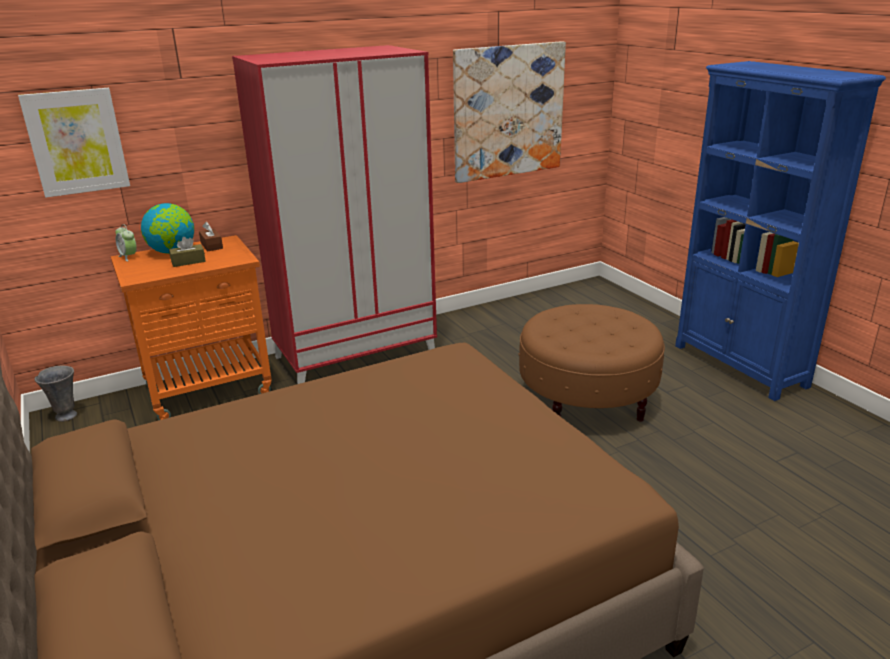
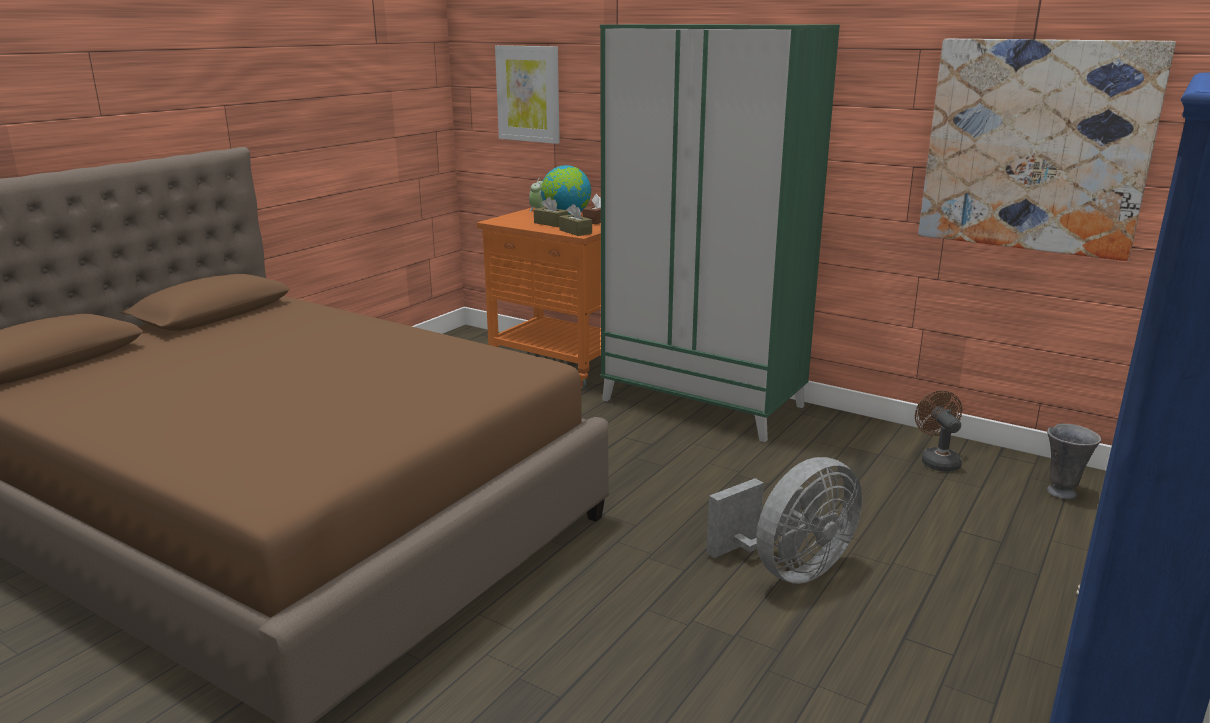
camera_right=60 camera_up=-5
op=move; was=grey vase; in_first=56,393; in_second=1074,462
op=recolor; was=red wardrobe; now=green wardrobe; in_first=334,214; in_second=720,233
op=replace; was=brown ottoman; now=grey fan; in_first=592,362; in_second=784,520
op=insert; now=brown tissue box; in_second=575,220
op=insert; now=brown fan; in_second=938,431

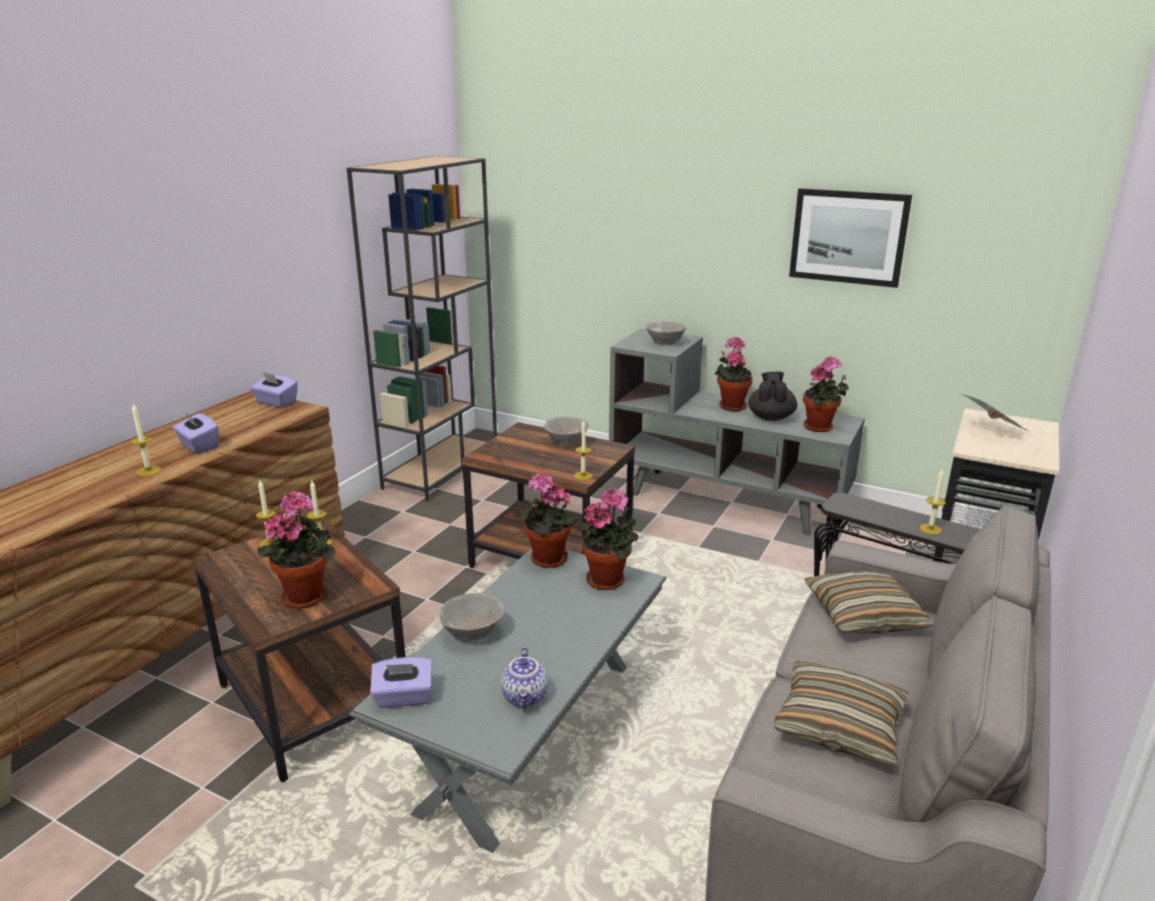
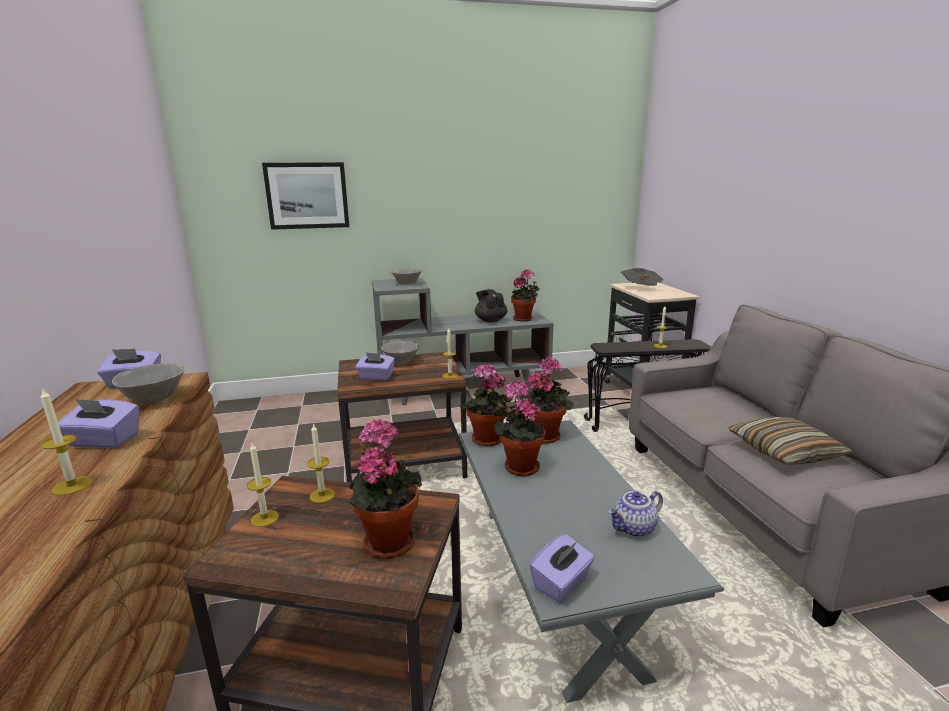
camera_right=-40 camera_up=-5
op=delete; was=bookcase; in_first=422,329
op=move; was=grey bowl; in_first=471,617; in_second=148,383
op=rotate; was=teapot; in_first=524,678; in_second=635,514; clockwise=105
op=move; was=potted plant; in_first=734,374; in_second=519,428
op=move; was=picture; in_first=850,238; in_second=305,196
op=delete; was=pillow; in_first=869,602
op=insert; now=purple tissue box; in_second=375,366

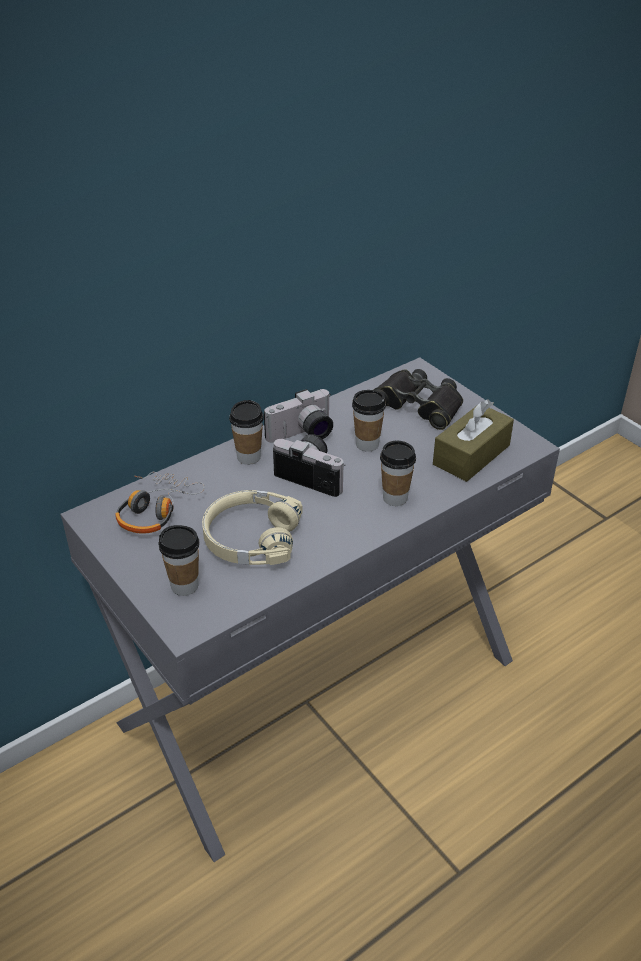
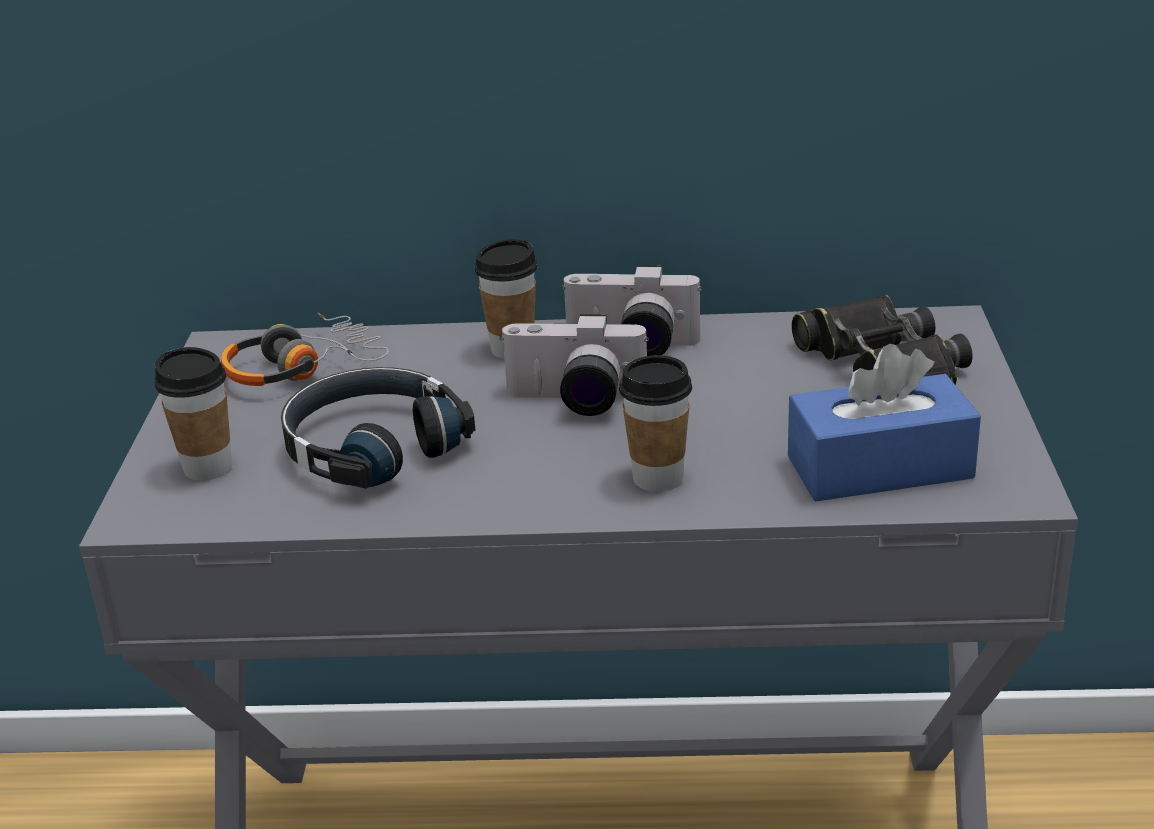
camera_right=40 camera_up=-10
op=recolor; was=beige headphones; now=black headphones; in_first=252,527; in_second=378,428
op=rotate; was=photo camera; in_first=309,465; in_second=574,365; clockwise=120
op=delete; was=cup; in_first=369,421
op=recolor; was=brown tissue box; now=blue tissue box; in_first=473,440; in_second=884,422

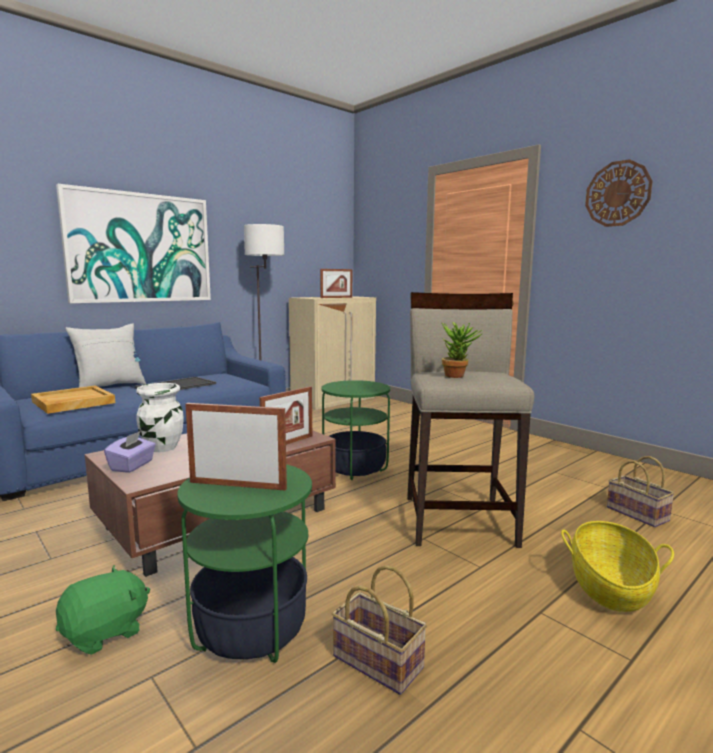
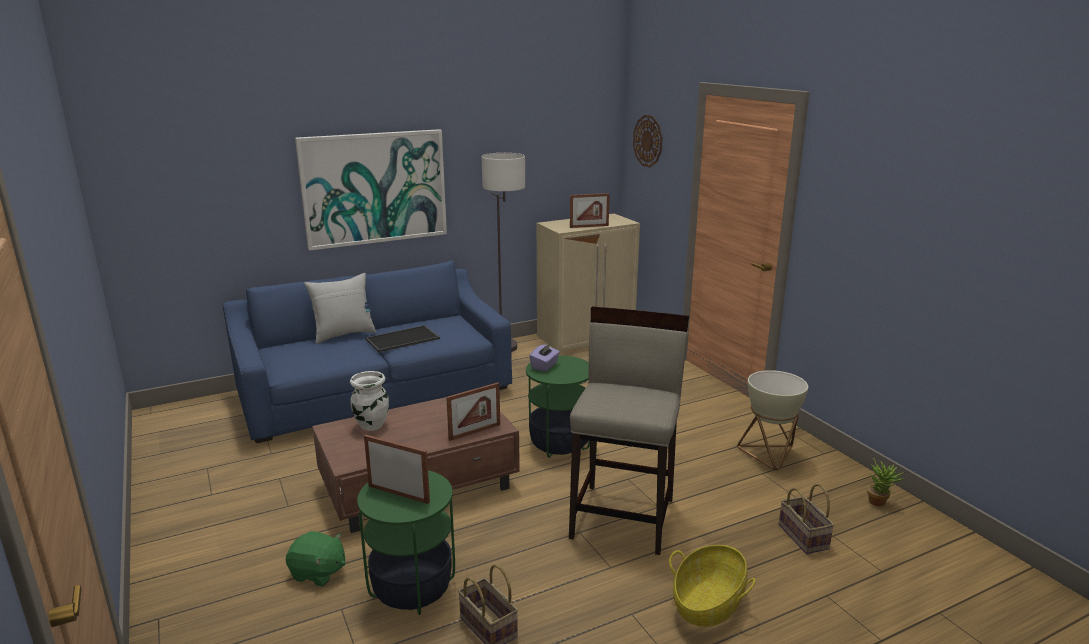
camera_right=15 camera_up=10
op=delete; was=beige tray; in_first=73,400
op=rotate; was=green plush toy; in_first=103,610; in_second=315,559; clockwise=45
op=move; was=purple tissue box; in_first=130,452; in_second=544,357
op=move; was=potted plant; in_first=462,350; in_second=886,482
op=move; was=wall clock; in_first=619,193; in_second=647,141
op=insert; now=planter; in_second=772,420

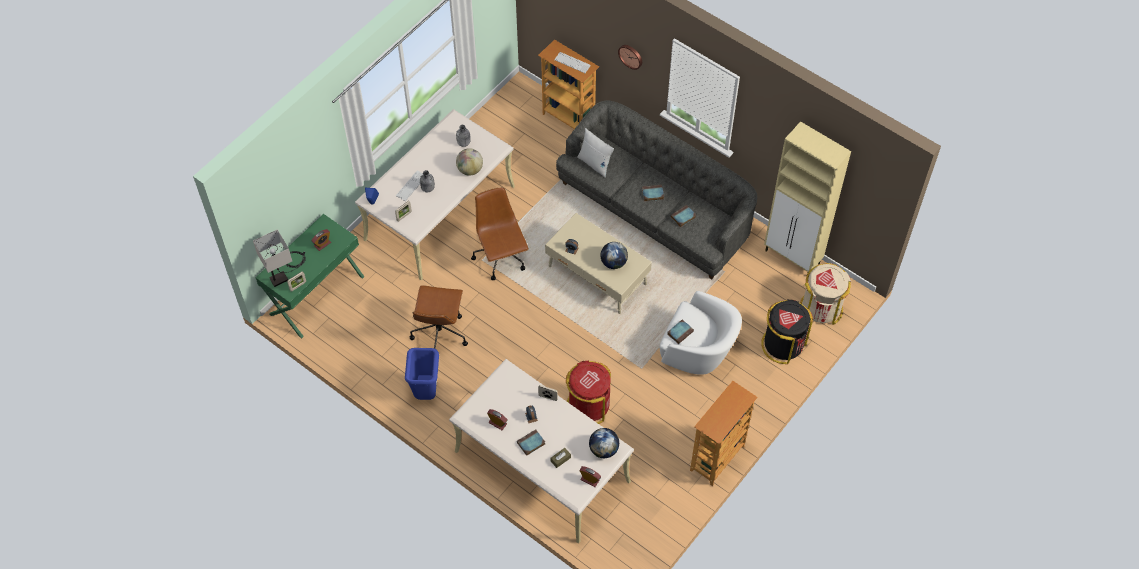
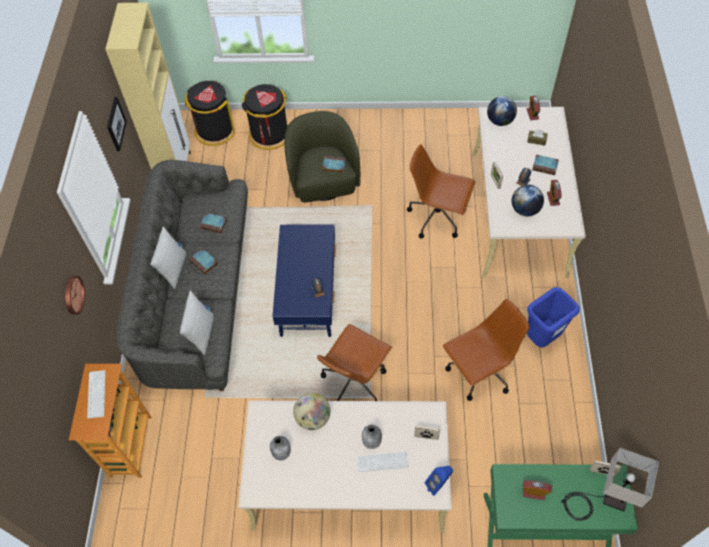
camera_right=-125 camera_up=0
op=recolor; was=beige coffee table; now=blue coffee table; in_first=598,263; in_second=304,281
op=replace; was=red trash can; now=brown office chair; in_first=588,392; in_second=441,191
op=move; was=globe; in_first=614,255; in_second=528,200
op=recolor; was=white armchair; now=green armchair; in_first=701,333; in_second=322,157
op=delete; was=bookcase; in_first=724,433
op=recolor; was=beige trash can; now=black trash can; in_first=825,294; in_second=209,113
op=insert; now=picture; in_second=117,124
op=insert; now=grey pillow; in_second=168,258

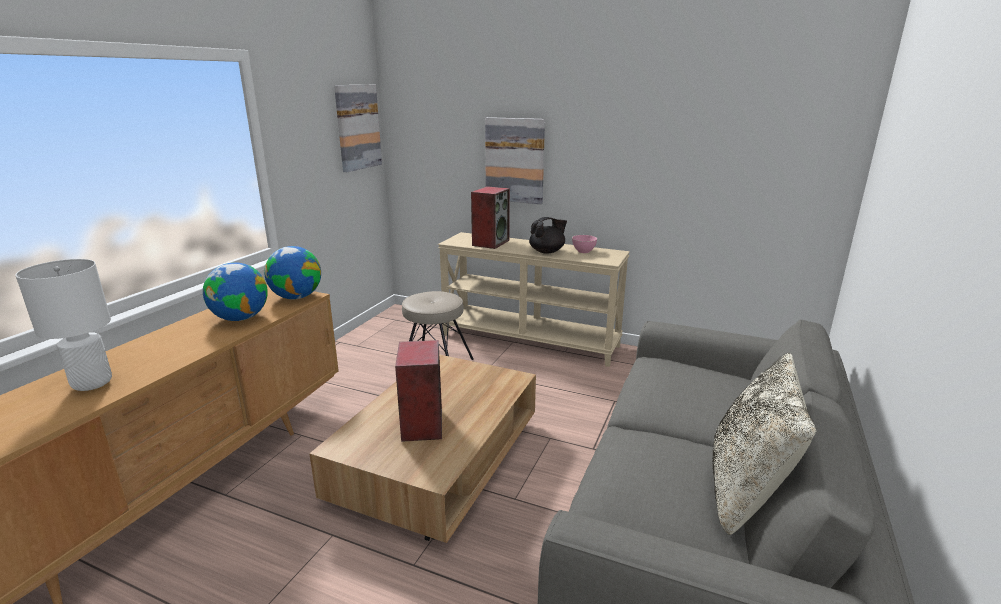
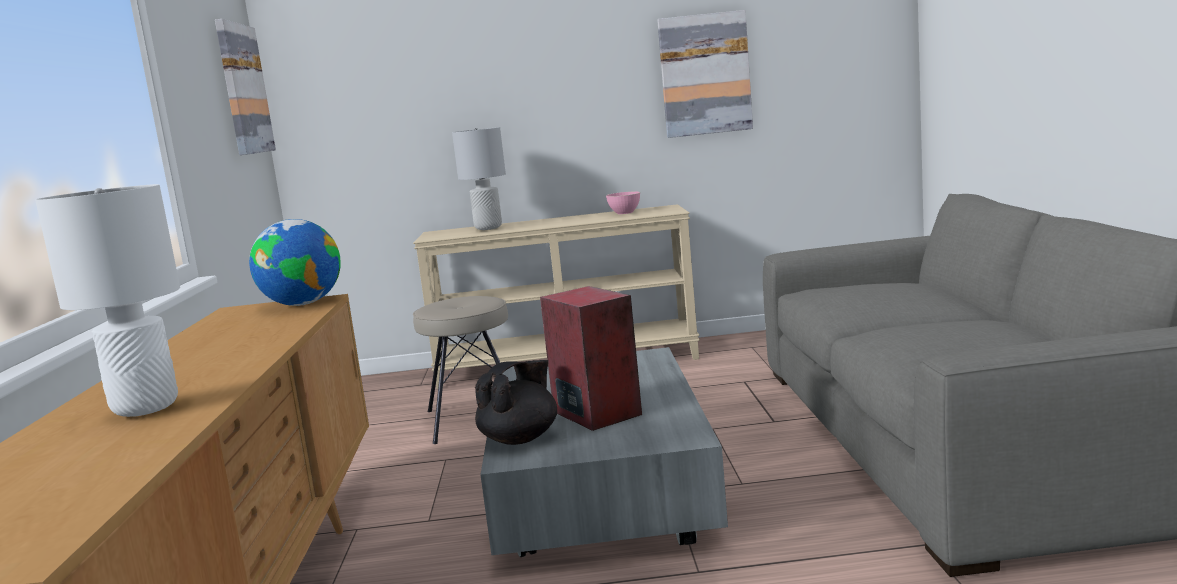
camera_right=-25 camera_up=-10
op=delete; was=globe; in_first=235,291
op=recolor; was=brown coffee table; now=grey coffee table; in_first=422,448; in_second=604,452
op=replace; was=speaker; now=grey table lamp; in_first=490,217; in_second=479,178
op=move; was=picture; in_first=515,160; in_second=705,74
op=move; was=black teapot; in_first=548,235; in_second=516,402
op=delete; was=beige pillow; in_first=764,444

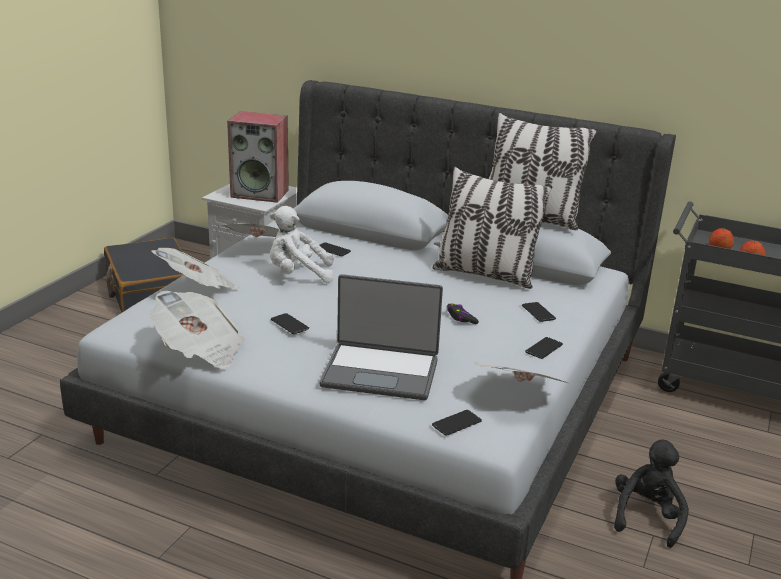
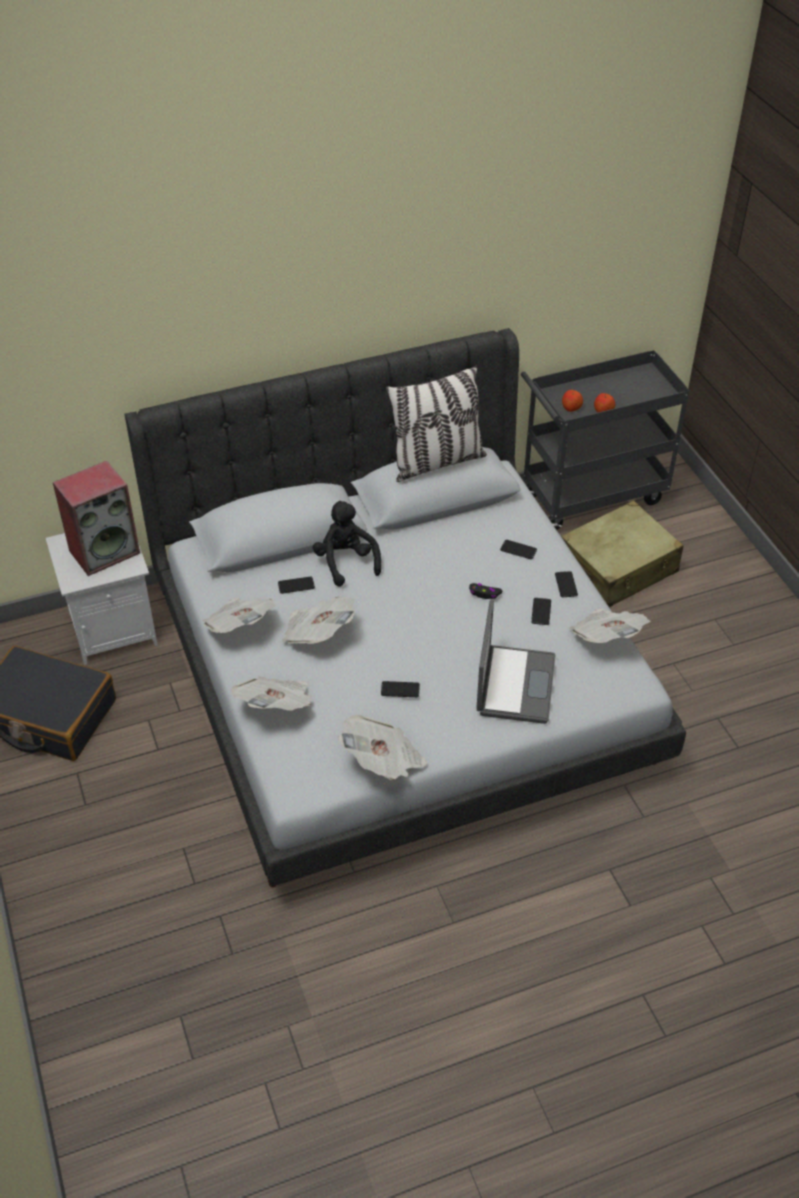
camera_right=-45 camera_up=20
op=replace; was=white plush toy; now=newspaper; in_first=302,244; in_second=318,620
op=rotate; was=laptop; in_first=381,337; in_second=515,662; clockwise=-45
op=delete; was=pillow; in_first=492,228
op=move; was=phone; in_first=457,423; in_second=541,611
op=move; was=black plush toy; in_first=651,493; in_second=347,544
op=insert; now=beige suitcase; in_second=622,553

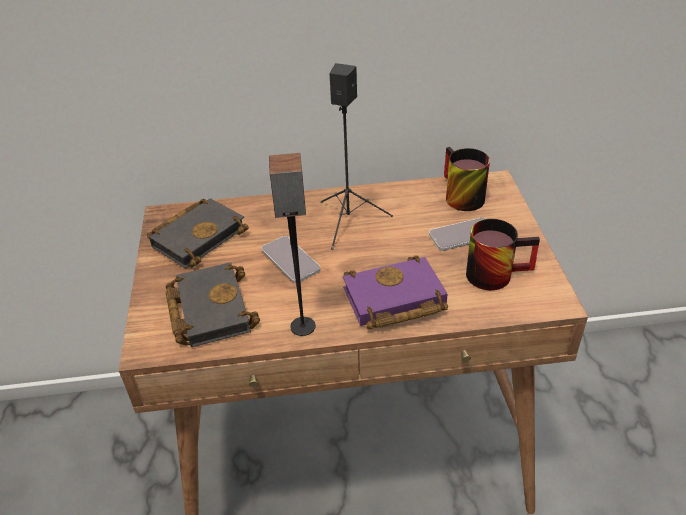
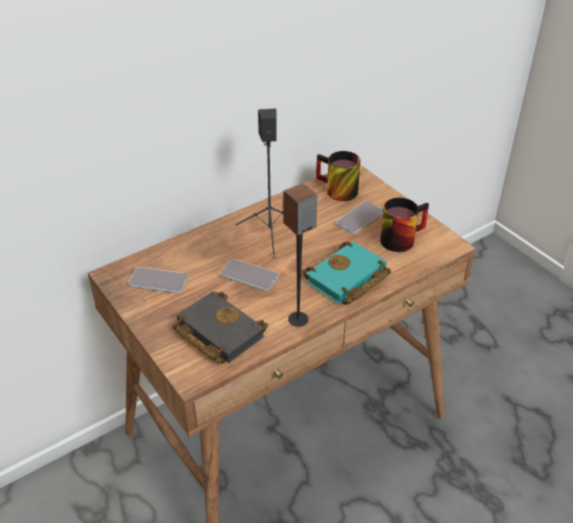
camera_right=-30 camera_up=0
op=replace; was=black book; now=phone; in_first=198,233; in_second=158,280
op=recolor; was=purple book; now=turquoise book; in_first=395,292; in_second=346,273

